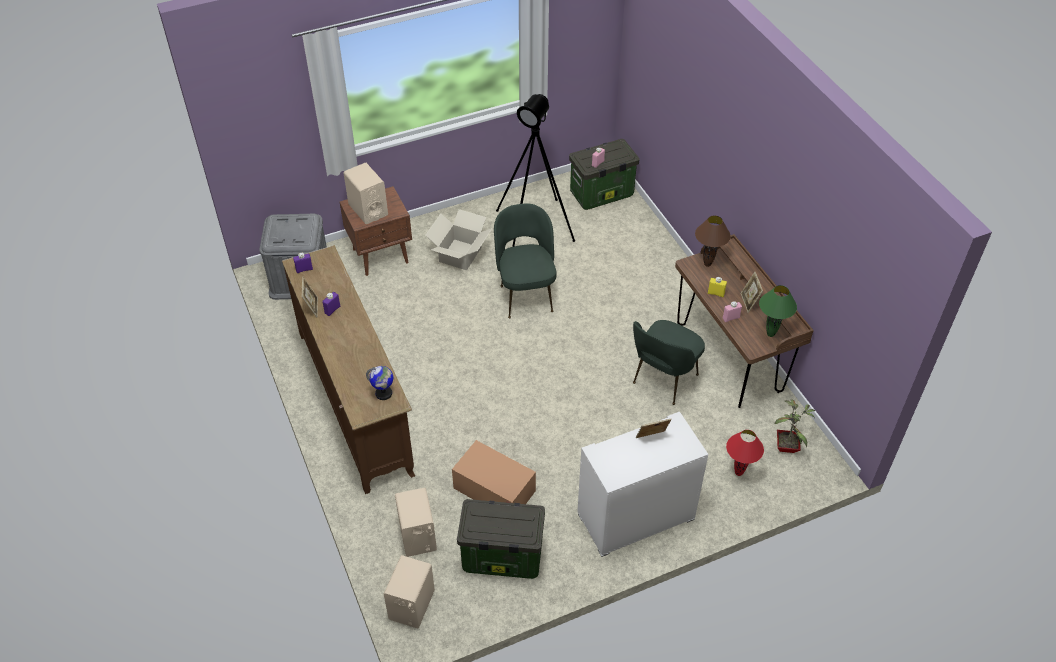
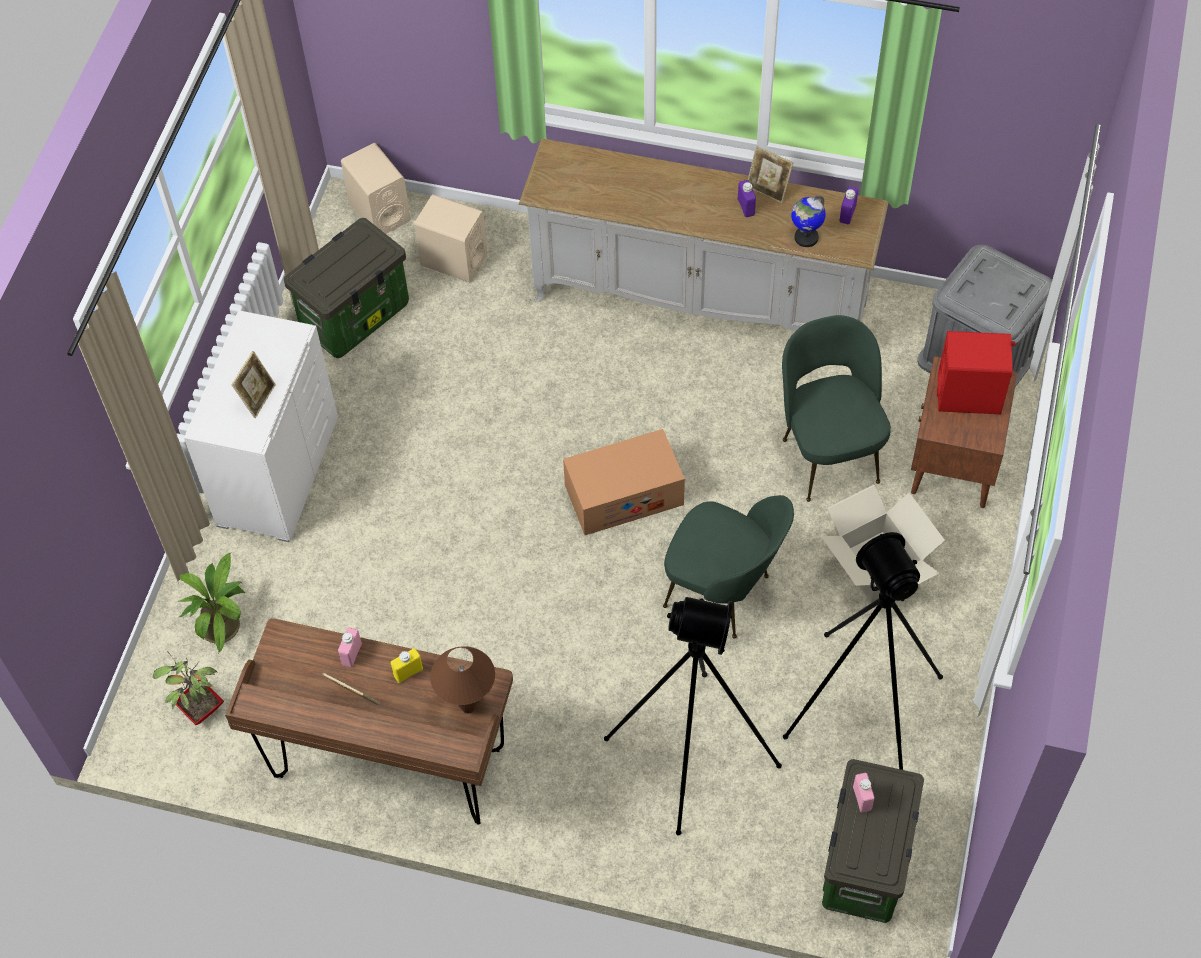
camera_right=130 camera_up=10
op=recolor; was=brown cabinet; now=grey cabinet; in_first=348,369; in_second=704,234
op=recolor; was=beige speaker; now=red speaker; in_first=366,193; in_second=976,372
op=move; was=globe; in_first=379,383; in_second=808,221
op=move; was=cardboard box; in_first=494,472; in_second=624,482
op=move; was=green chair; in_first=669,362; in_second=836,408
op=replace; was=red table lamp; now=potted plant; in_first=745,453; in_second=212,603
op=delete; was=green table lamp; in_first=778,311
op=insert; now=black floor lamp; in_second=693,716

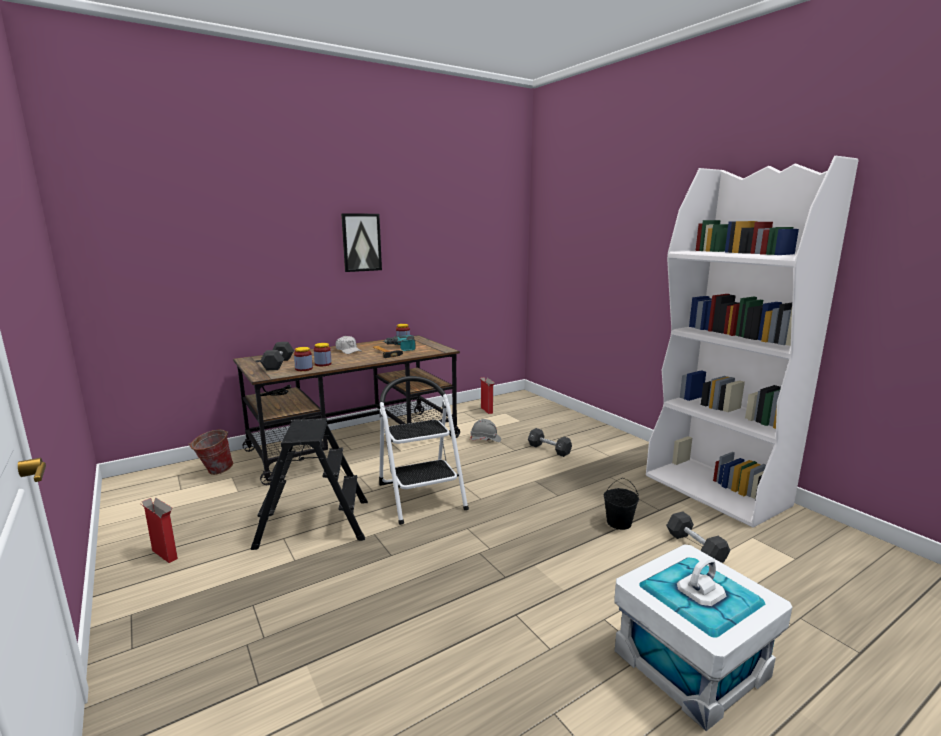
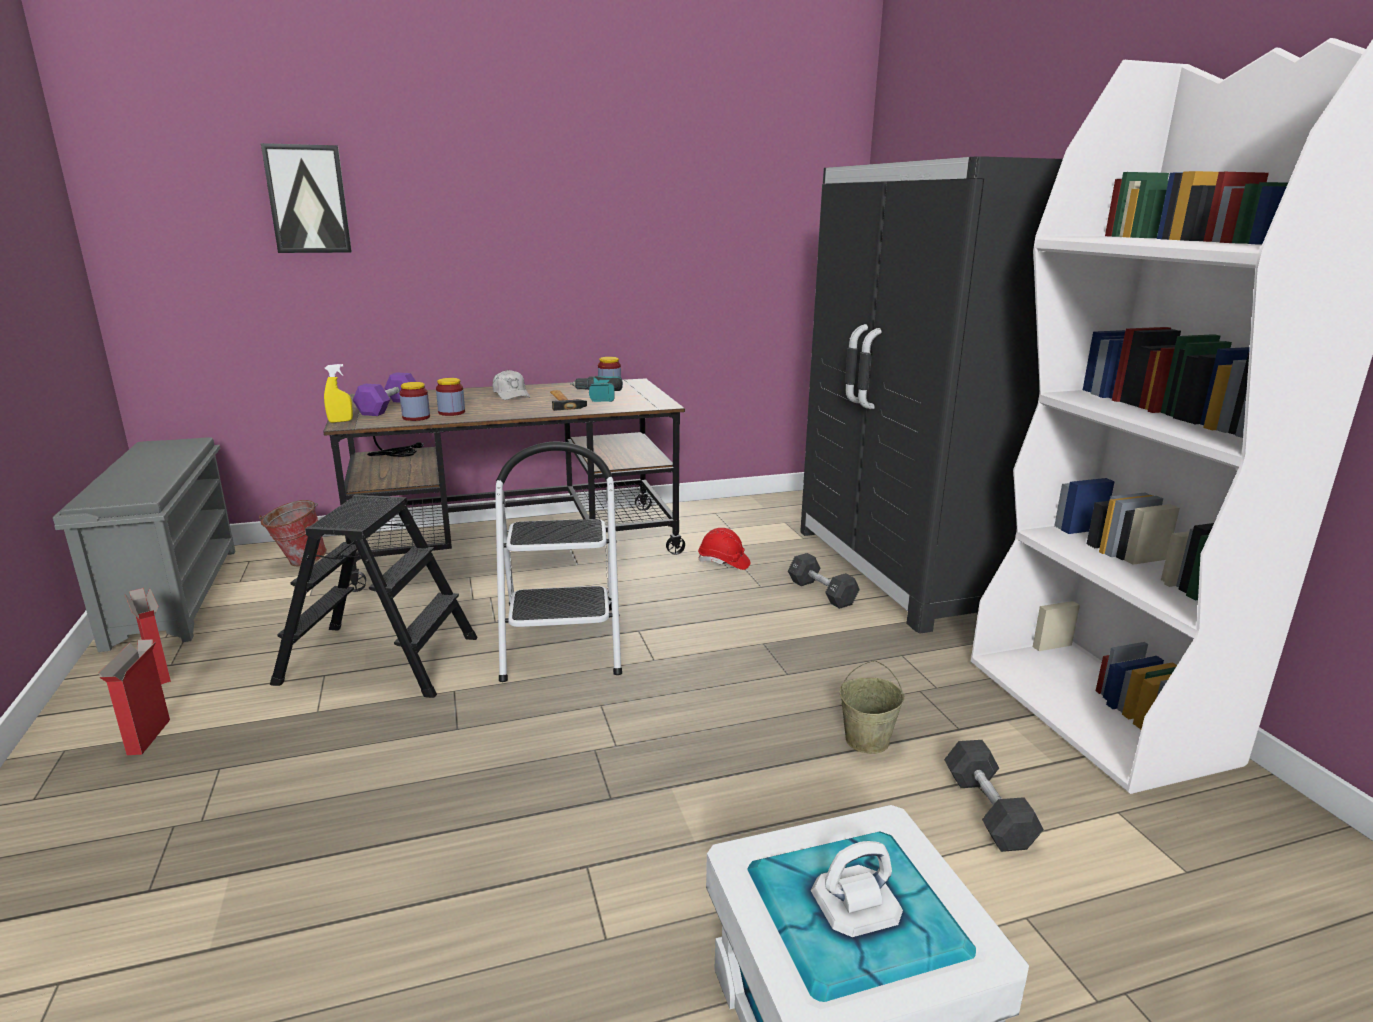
camera_right=15 camera_up=5
op=recolor; was=black dumbbell; now=purple dumbbell; in_first=277,356; in_second=384,394
op=move; was=picture; in_first=361,242; in_second=306,198
op=recolor; was=grey hard hat; now=red hard hat; in_first=485,430; in_second=724,549
op=move; was=cardboard box; in_first=487,395; in_second=134,697
op=recolor; was=black bucket; now=beige bucket; in_first=621,504; in_second=871,707
op=insert; now=grey shoe rack; in_second=144,544
op=insert; now=yellow spray bottle; in_second=338,393
op=insert; now=black cabinet; in_second=931,394

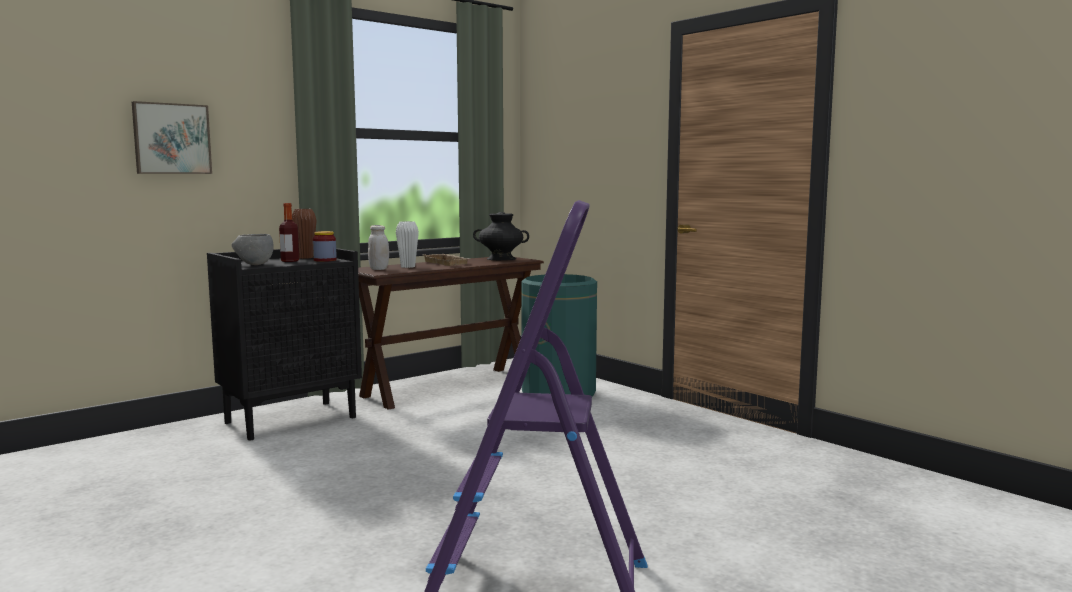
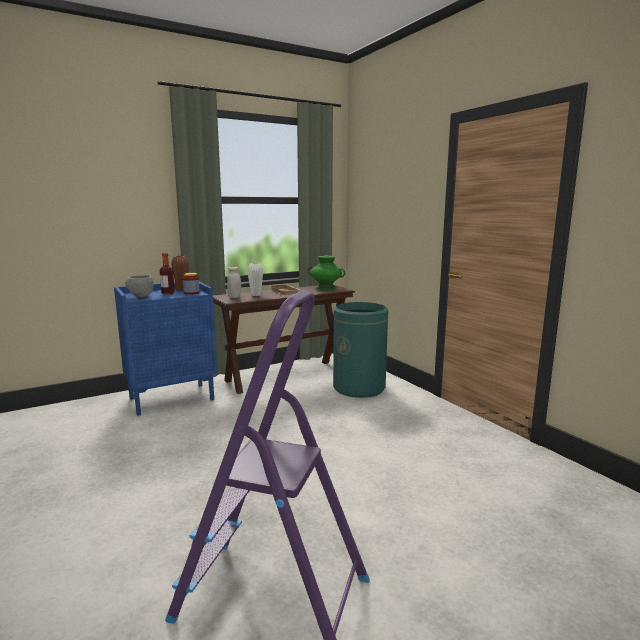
camera_right=10 camera_up=5
op=delete; was=picture; in_first=172,137
op=recolor; was=black cabinet; now=blue cabinet; in_first=284,344; in_second=165,349
op=recolor; was=black vase; now=green vase; in_first=501,236; in_second=326,272

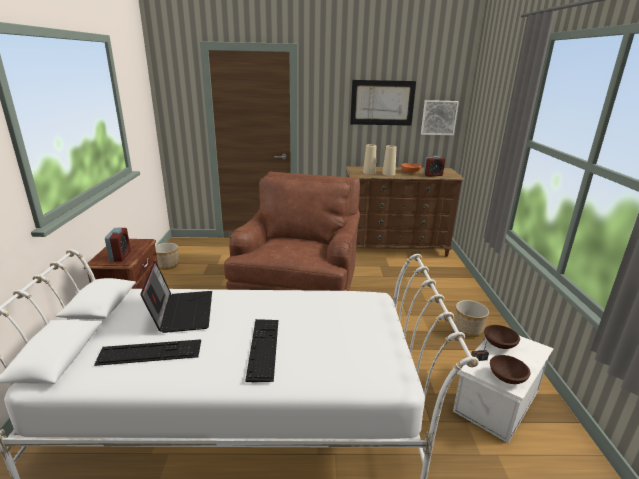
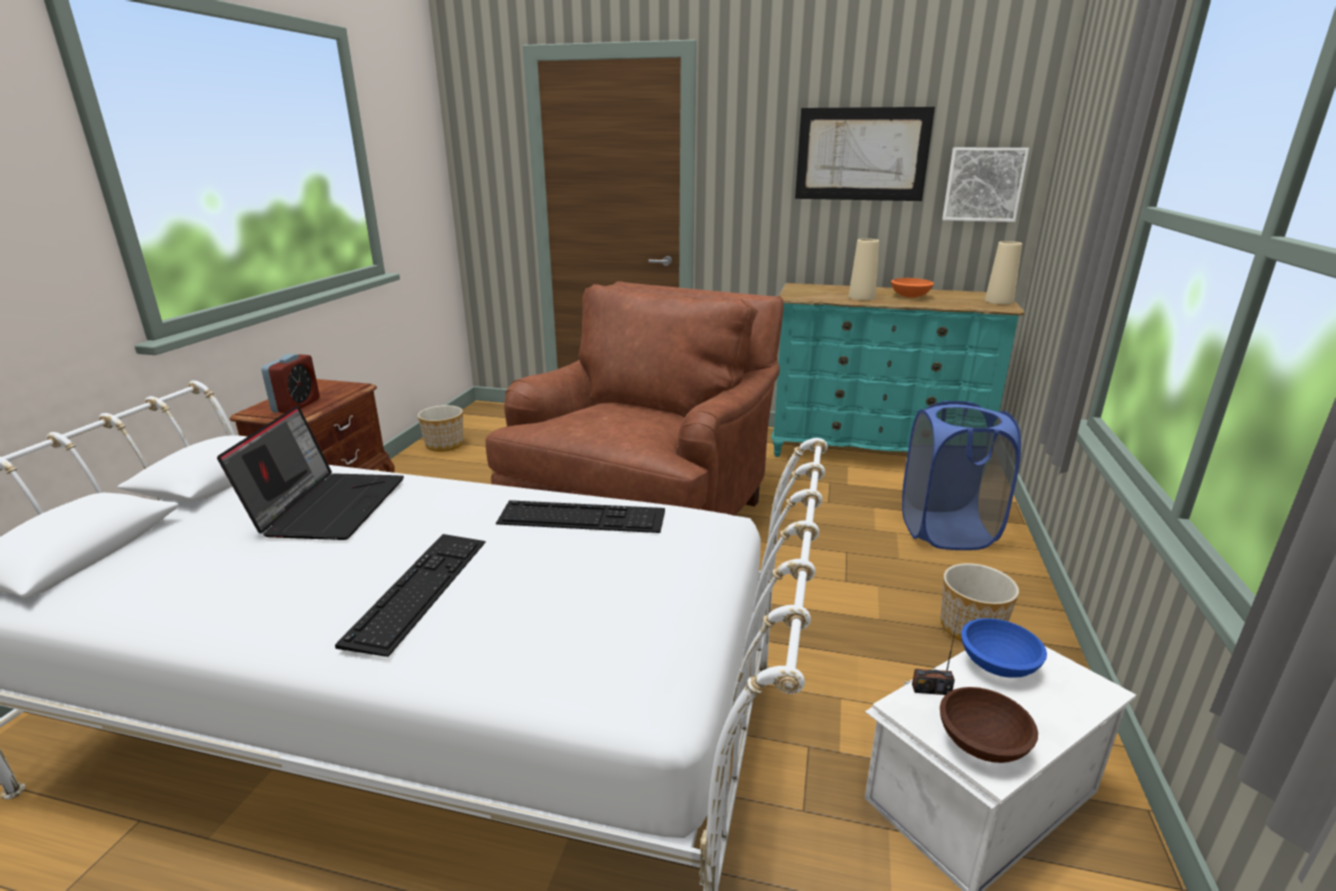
camera_right=15 camera_up=0
op=move; was=keyboard; in_first=147,352; in_second=580,516
op=recolor; was=brown dresser; now=turquoise dresser; in_first=405,211; in_second=898,370
op=move; was=beige vase; in_first=369,159; in_second=1003,273
op=delete; was=alarm clock; in_first=434,166
op=recolor; was=brown bowl; now=blue bowl; in_first=502,337; in_second=1004,648
op=insert; now=blue laundry basket; in_second=961,475

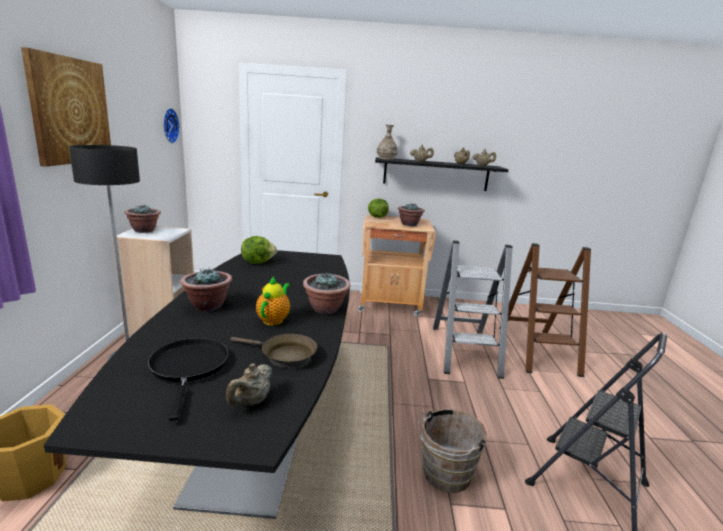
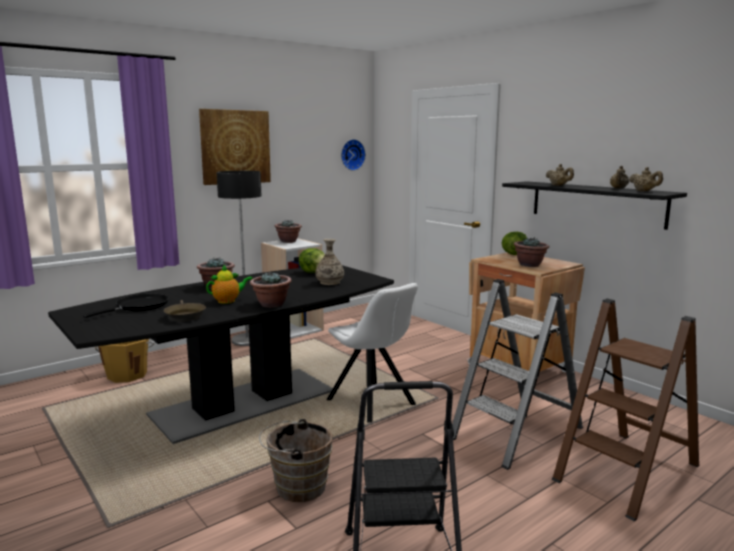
camera_right=50 camera_up=-5
op=delete; was=beige teapot; in_first=249,384
op=move; was=vase; in_first=387,142; in_second=329,262
op=insert; now=white chair; in_second=372,353

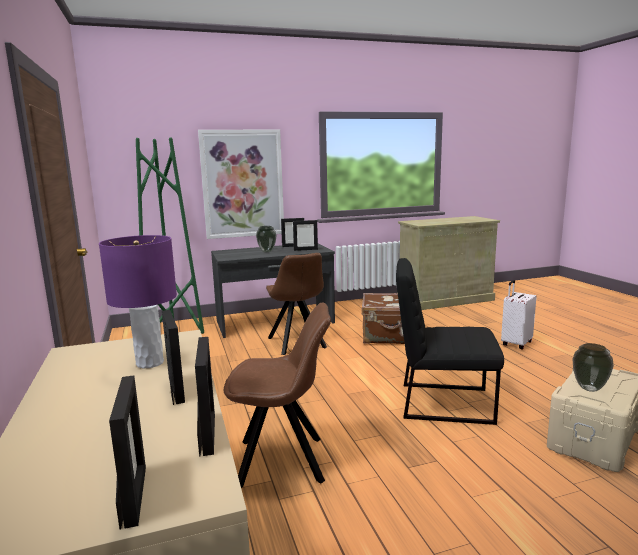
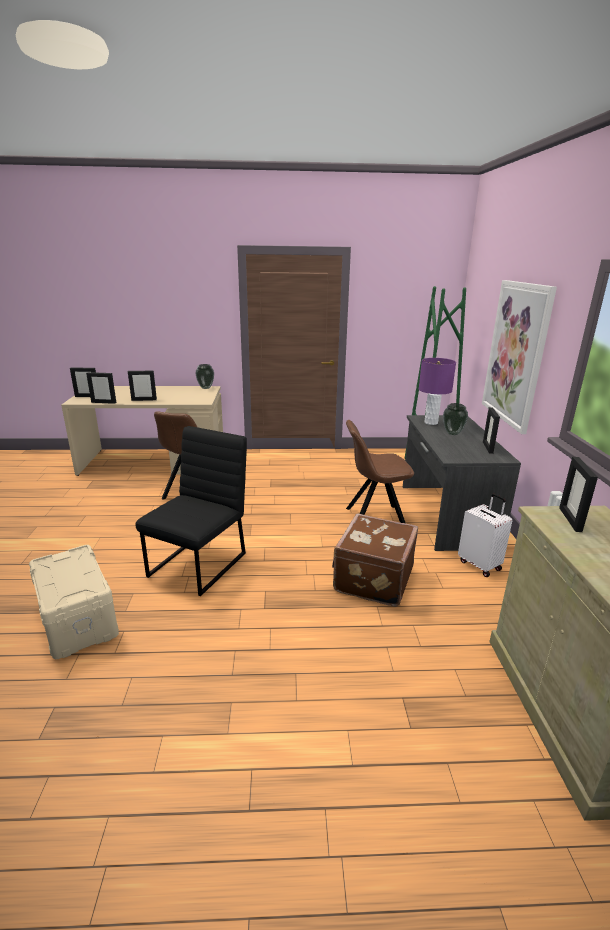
camera_right=105 camera_up=10
op=move; was=purple table lamp; in_first=138,301; in_second=437,391
op=move; was=picture frame; in_first=305,235; in_second=578,494
op=move; was=white suitcase; in_first=518,314; in_second=485,535
op=move; was=vase; in_first=593,367; in_second=204,376

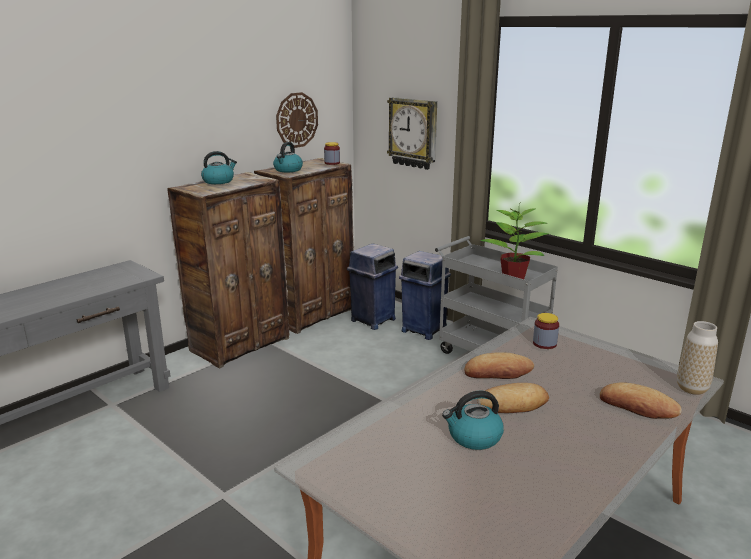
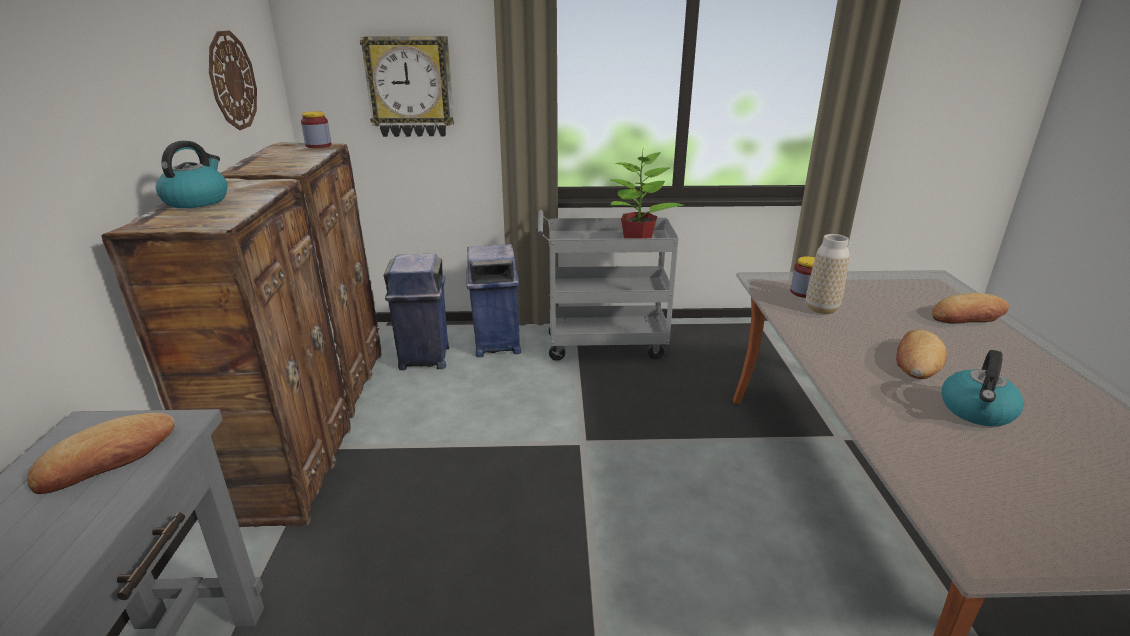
camera_right=-45 camera_up=5
op=delete; was=kettle; in_first=288,157
op=move; was=bread; in_first=499,365; in_second=101,453
op=move; was=vase; in_first=697,358; in_second=827,274

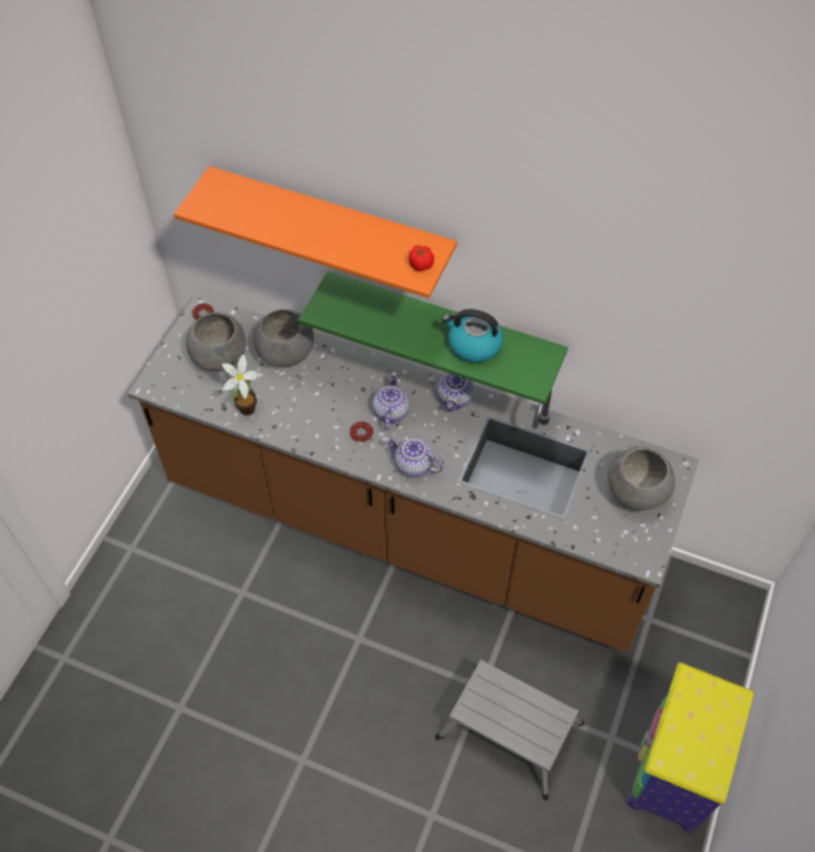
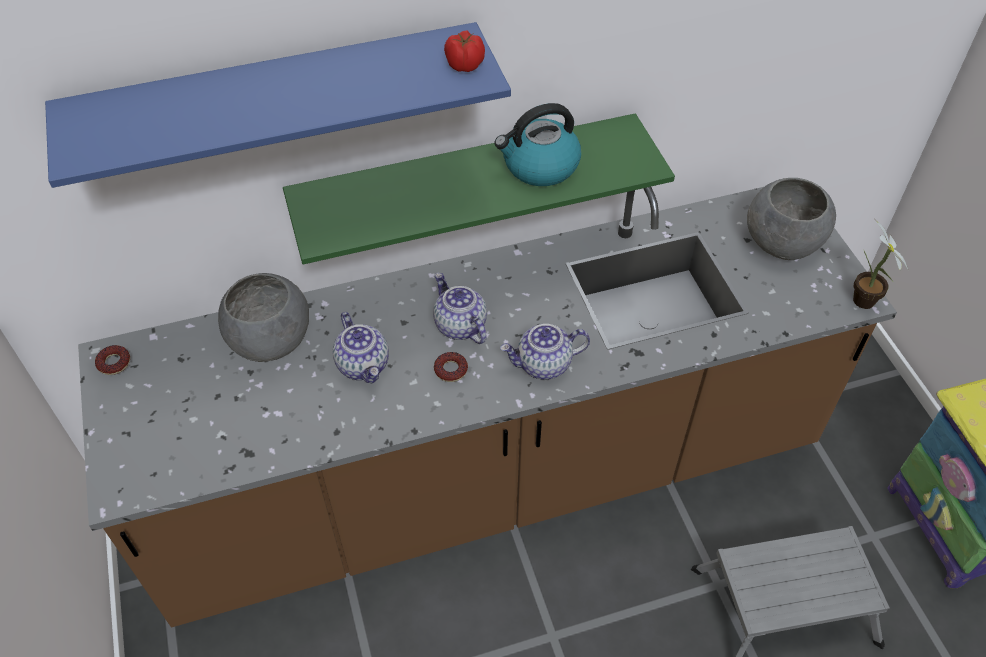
camera_right=-40 camera_up=-5
op=recolor; was=orange shelf; now=blue shelf; in_first=315,232; in_second=278,105
op=delete; was=grey bowl; in_first=216,342
op=move; was=potted plant; in_first=241,385; in_second=881,264
op=move; was=teapot; in_first=455,392; in_second=361,348

